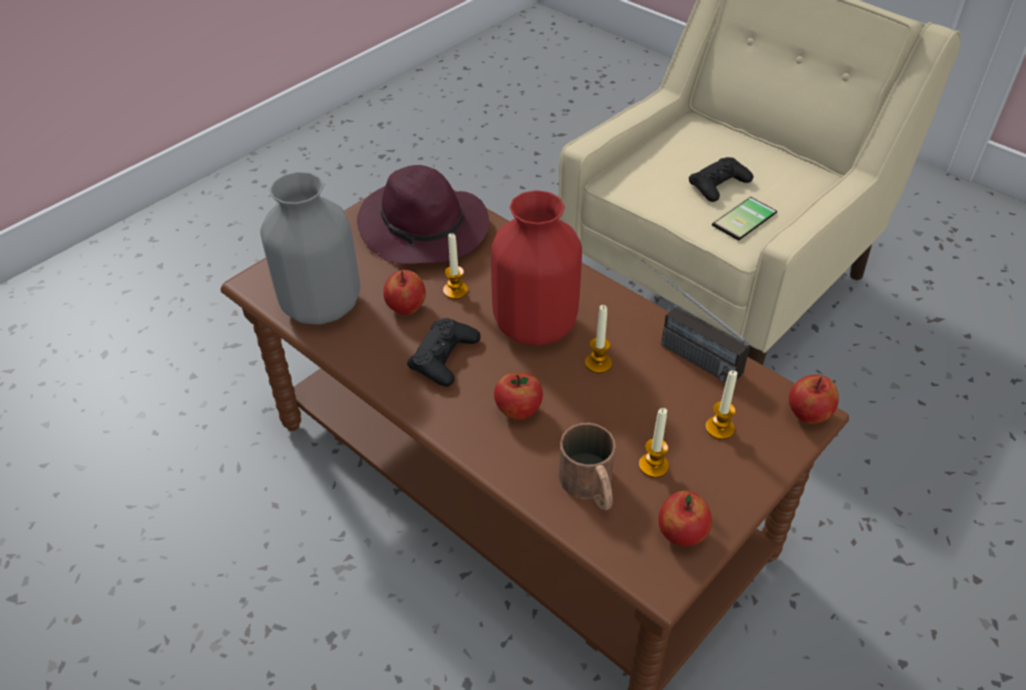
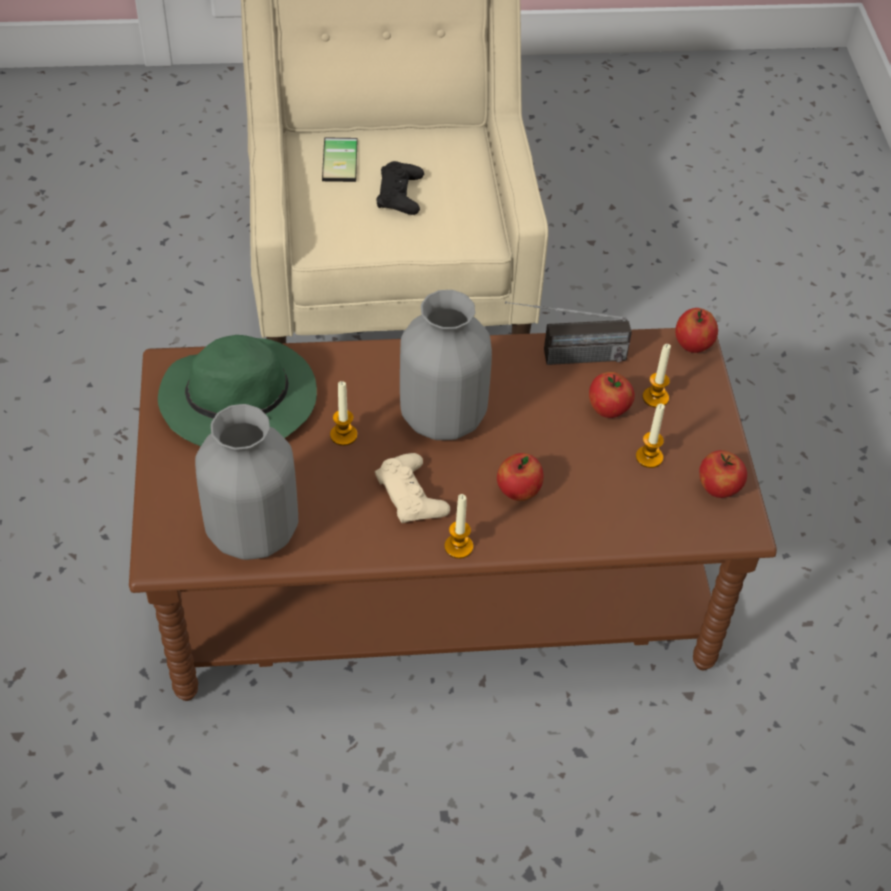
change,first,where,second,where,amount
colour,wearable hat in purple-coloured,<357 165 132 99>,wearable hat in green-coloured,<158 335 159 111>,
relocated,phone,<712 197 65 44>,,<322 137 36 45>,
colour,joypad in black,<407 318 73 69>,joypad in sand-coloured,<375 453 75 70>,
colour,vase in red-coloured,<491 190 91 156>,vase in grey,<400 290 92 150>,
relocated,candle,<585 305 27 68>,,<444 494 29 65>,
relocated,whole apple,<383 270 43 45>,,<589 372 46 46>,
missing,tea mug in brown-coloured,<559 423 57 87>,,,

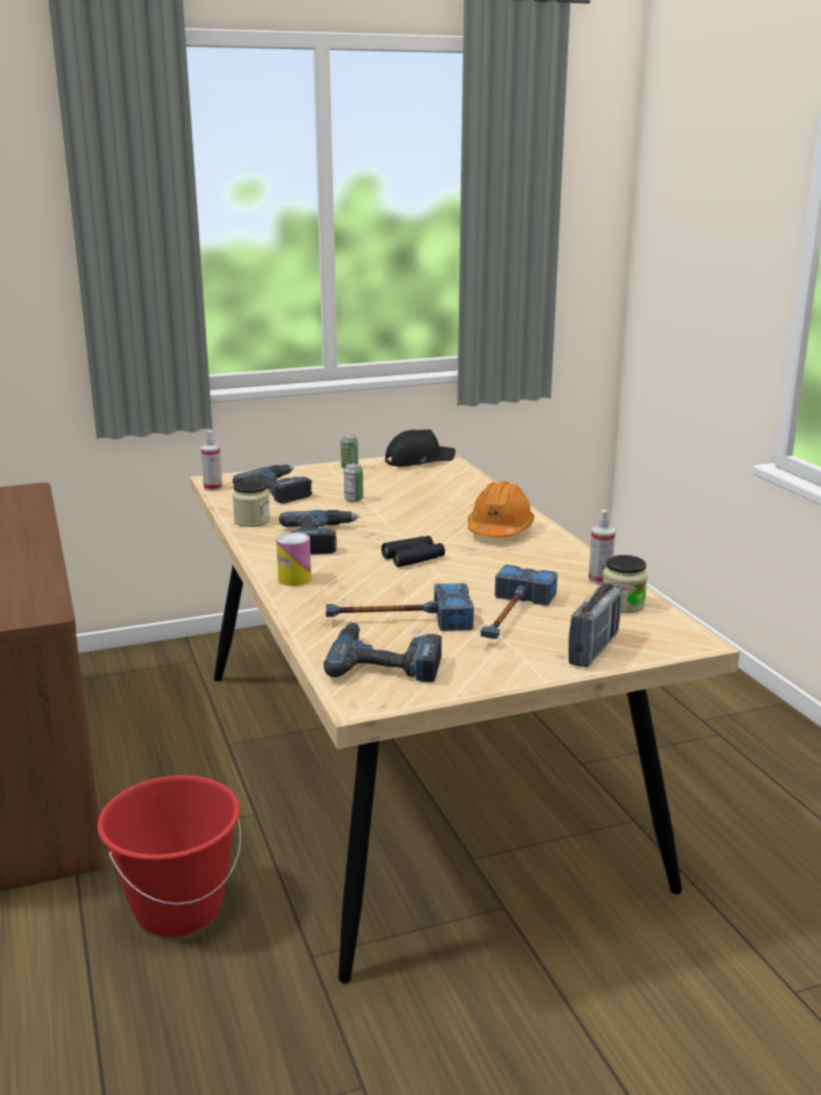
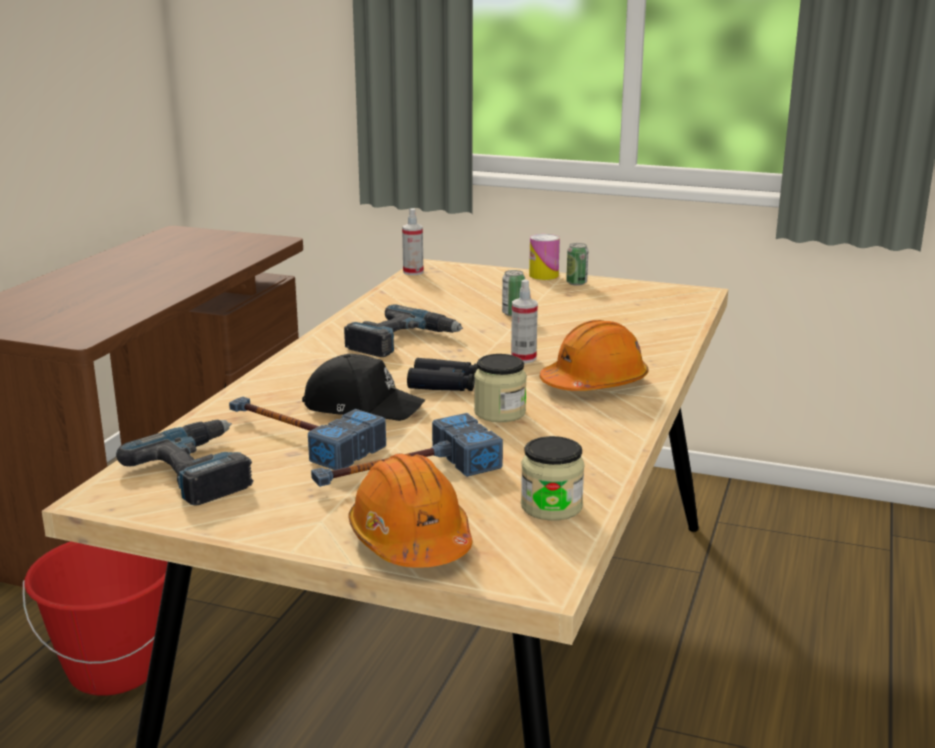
change,first,where,second,where,amount
relocated,cap in black,<385 429 71 37>,,<302 354 123 67>,
exchanged,radio set,<568 582 54 85>,safety helmet in orange-coloured,<348 453 125 115>,
relocated,storage jar,<232 480 38 47>,,<474 354 53 68>,
relocated,hand sprayer,<589 510 27 74>,,<511 279 27 84>,
relocated,sealed can,<276 532 35 54>,,<529 234 31 46>,
missing,power drill,<232 464 81 40>,,,

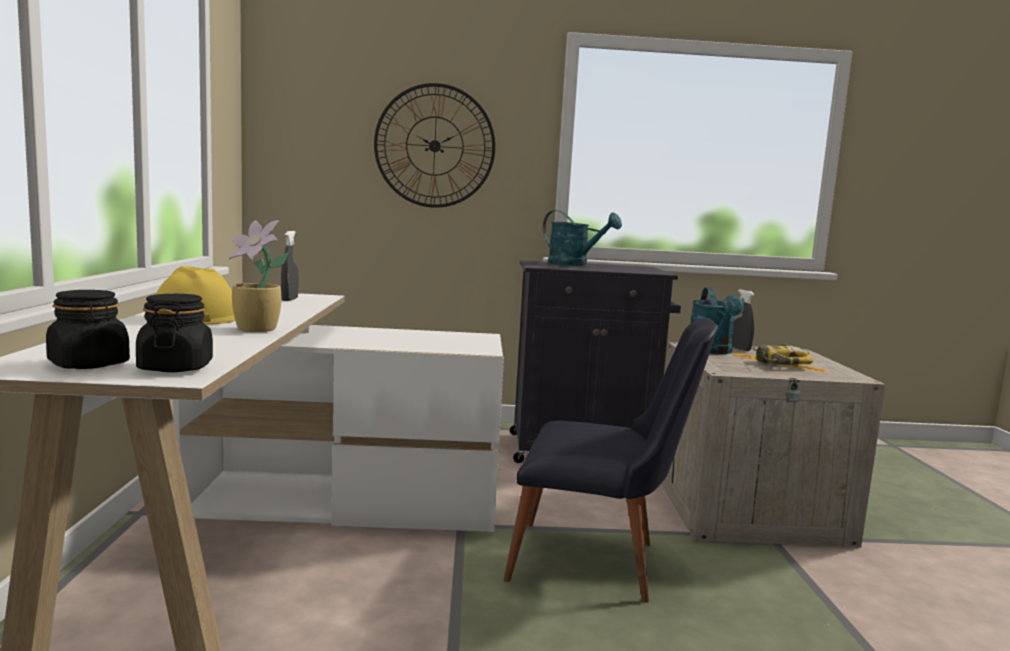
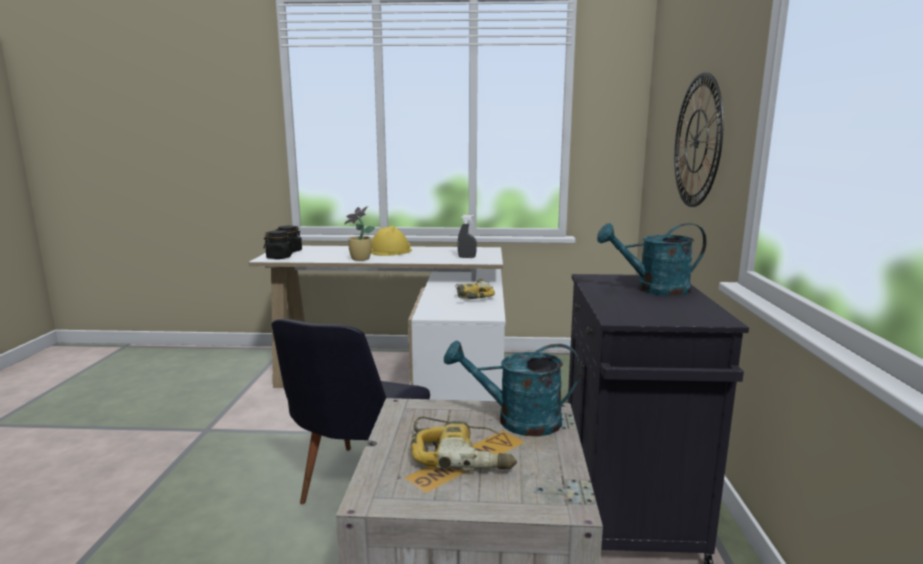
change,first,where,second,where,amount
appeared,,,power drill,<455 279 40 20>,
spun,watering pot in turquoise,<543 210 79 56>,,<597 223 110 73>,45 degrees clockwise
missing,hand sprayer in grey,<732 289 23 62>,,,

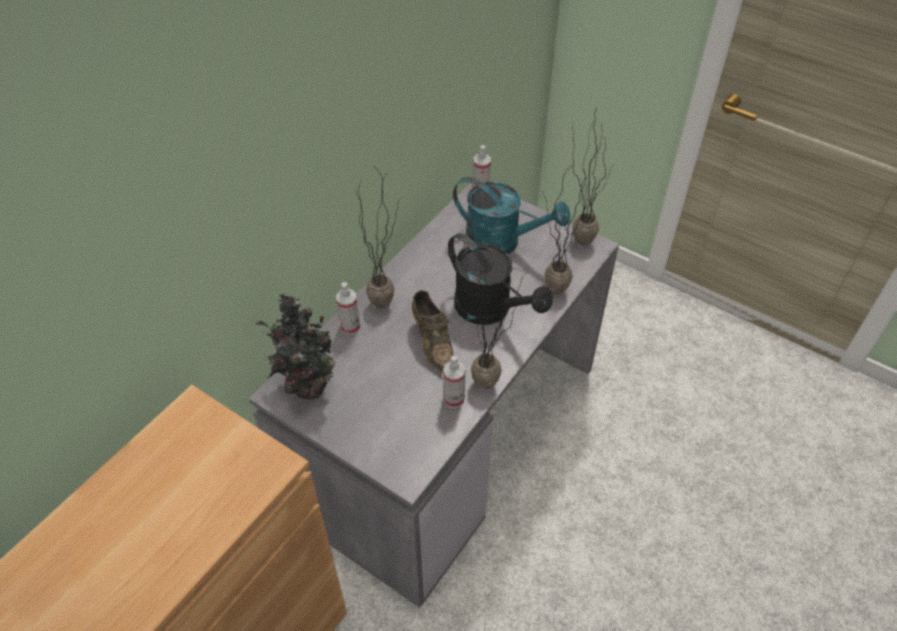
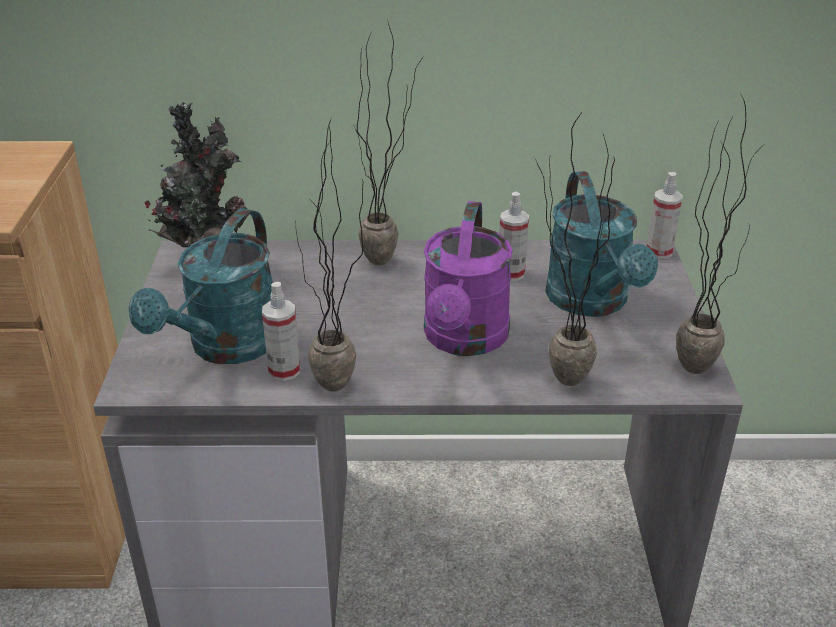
change,first,where,second,where,amount
appeared,,,watering pot in turquoise,<129 208 144 156>,
colour,watering pot in black,<448 233 105 92>,watering pot in purple-coloured,<424 201 89 155>,
relocated,hand sprayer,<336 282 24 53>,,<499 192 30 89>,
missing,low shoe in brown-coloured,<412 290 42 83>,,,

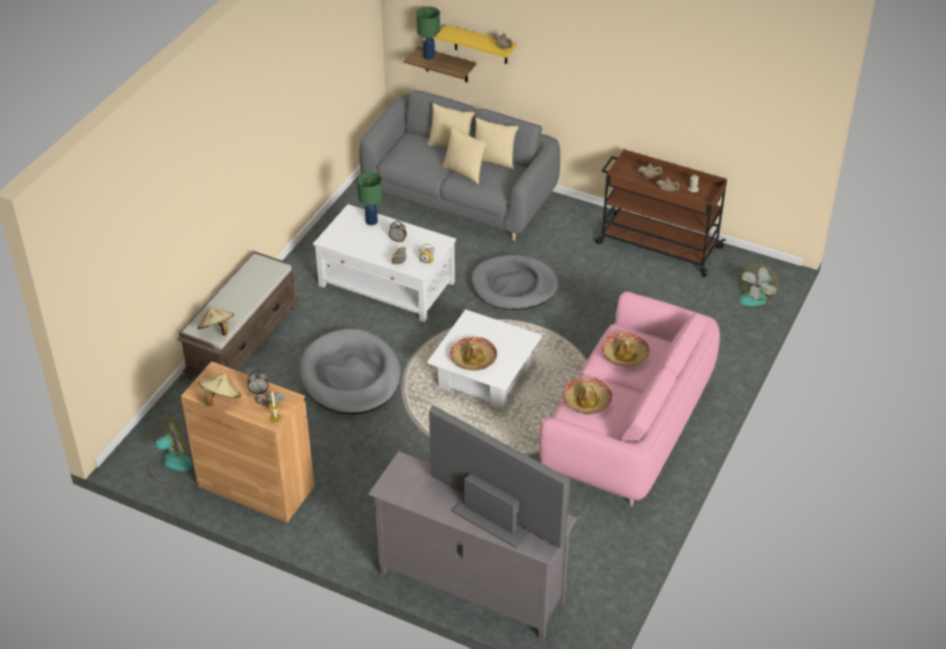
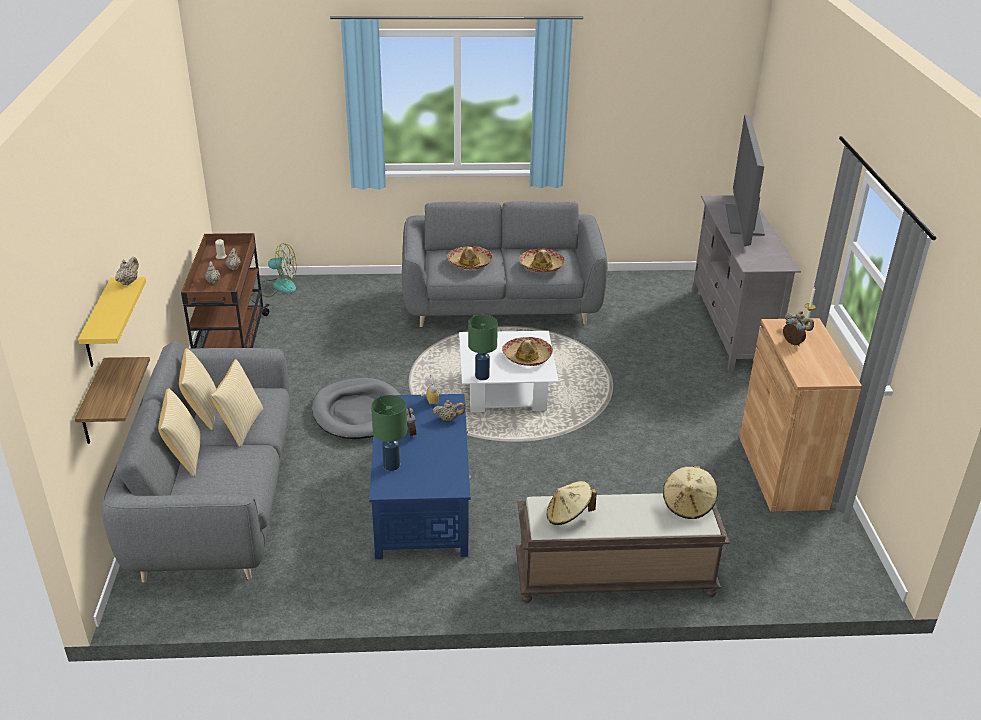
change,first,where,second,where,amount
colour,low table in white-coloured,<313 204 143 118>,low table in blue-coloured,<369 394 102 165>,
colour,couch in pinkish,<539 292 181 214>,couch in grey,<402 201 205 126>,
relocated,table lamp in green-coloured,<416 6 24 54>,,<468 315 30 65>,
relocated,wearable hat in sand-coloured,<199 373 42 33>,,<547 481 50 44>,
missing,fan,<147 418 46 67>,,,
missing,dog bed in grey,<299 329 102 86>,,,

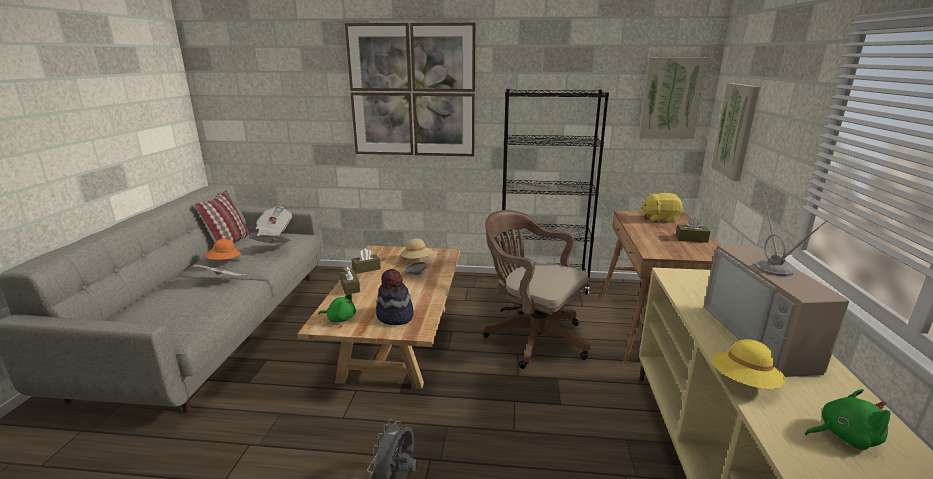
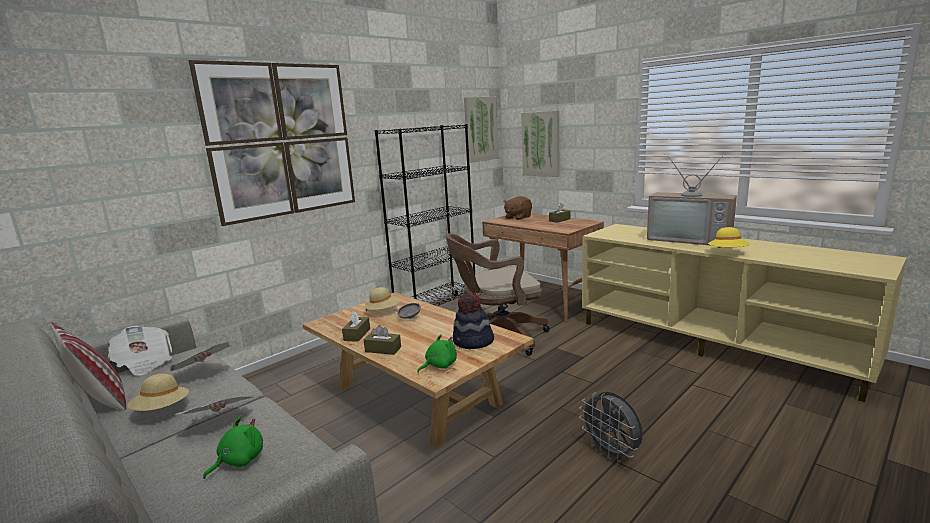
change,first,where,second,where,amount
colour,wearable hat in orange-coloured,<205 239 37 21>,wearable hat in sand-coloured,<127 374 62 37>,
relocated,cuddly toy in green-coloured,<805 389 86 61>,,<203 417 60 62>,
colour,cuddly toy in yellow-coloured,<640 193 43 30>,cuddly toy in brown-coloured,<503 196 29 24>,

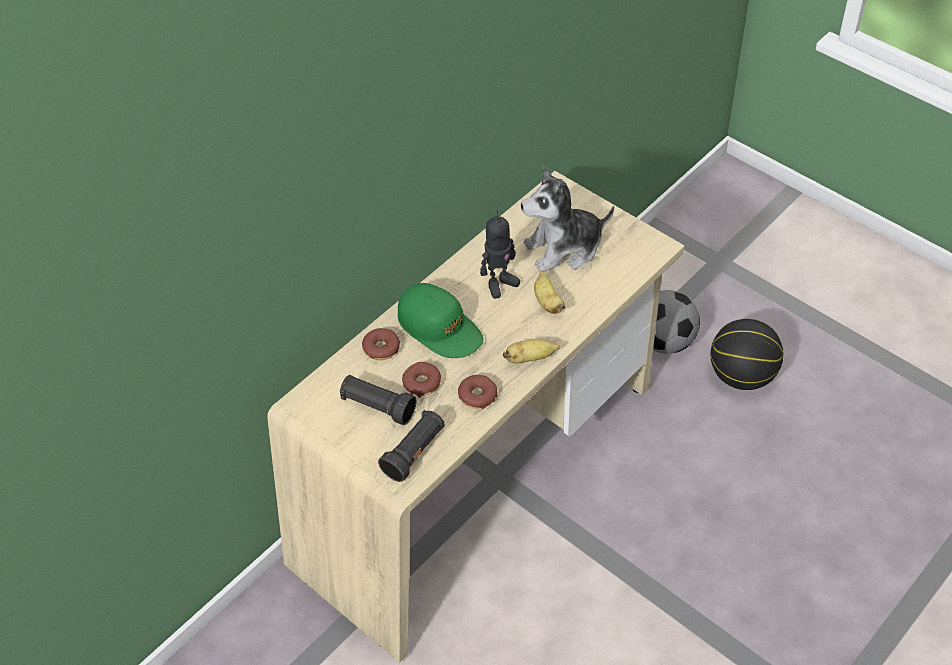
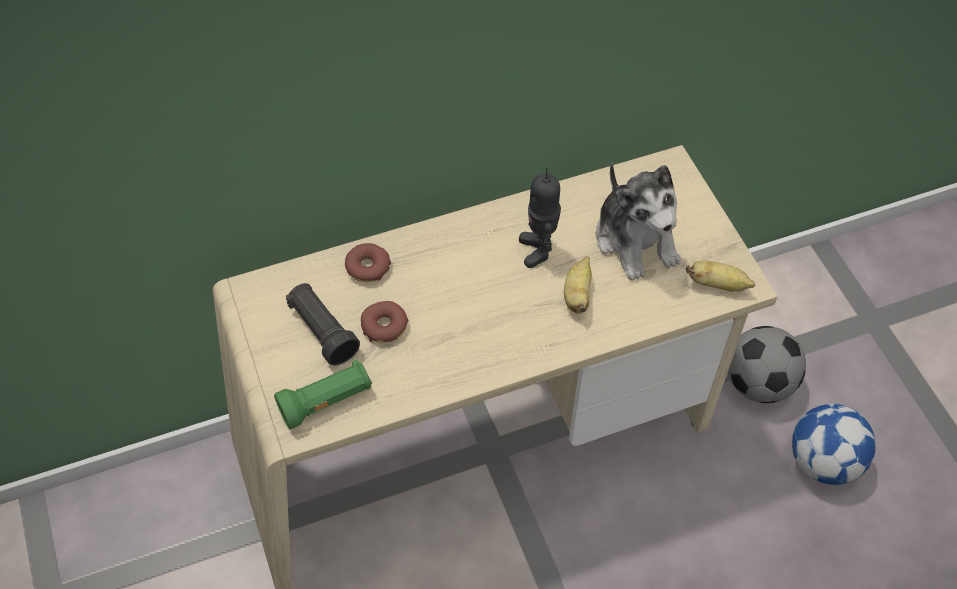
change,first,where,second,where,amount
colour,torch in black,<378 410 67 72>,torch in green-coloured,<274 360 98 69>,
spun,robot figure,<480 210 40 89>,,<519 167 42 101>,90 degrees clockwise
spun,cuddly toy,<521 167 93 105>,,<596 163 85 118>,120 degrees counterclockwise
relocated,banana,<503 339 57 25>,,<686 260 69 32>,
exchanged,basketball,<710 319 74 71>,football,<792 404 84 81>,
missing,cap in green-coloured,<398 283 85 75>,,,
missing,donut,<458 375 40 34>,,,

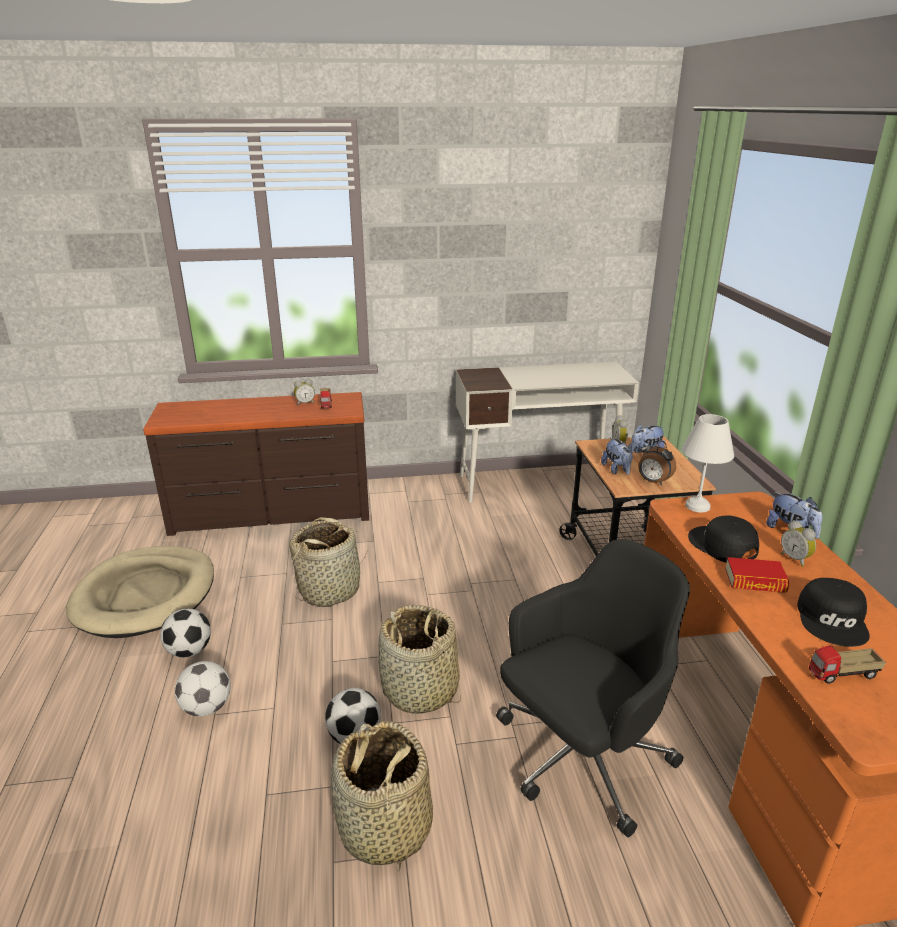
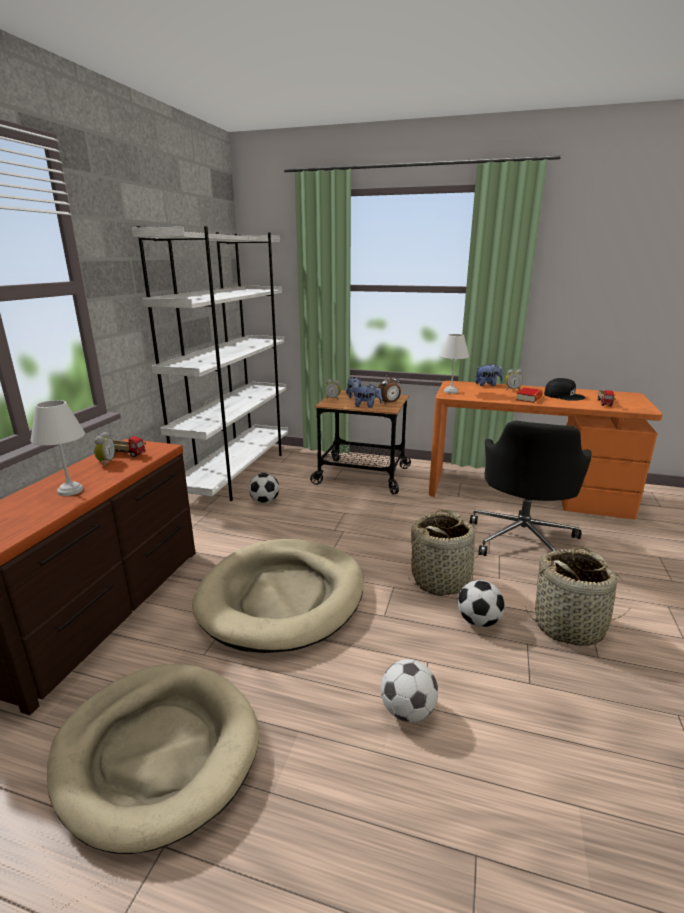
change,first,where,second,where,amount
appeared,,,table lamp in white-coloured,<30 400 55 96>,
exchanged,desk unit in white-coloured,<456 362 183 141>,bookshelf in white-coloured,<131 226 157 275>,
exchanged,household basket,<289 517 79 90>,dog bed in sand-coloured,<192 539 171 114>,
relocated,football,<160 609 51 48>,,<249 473 30 30>,
spun,office chair in black,<496 539 194 298>,,<470 421 122 135>,150 degrees counterclockwise
missing,cap in black,<688 515 71 48>,,,

